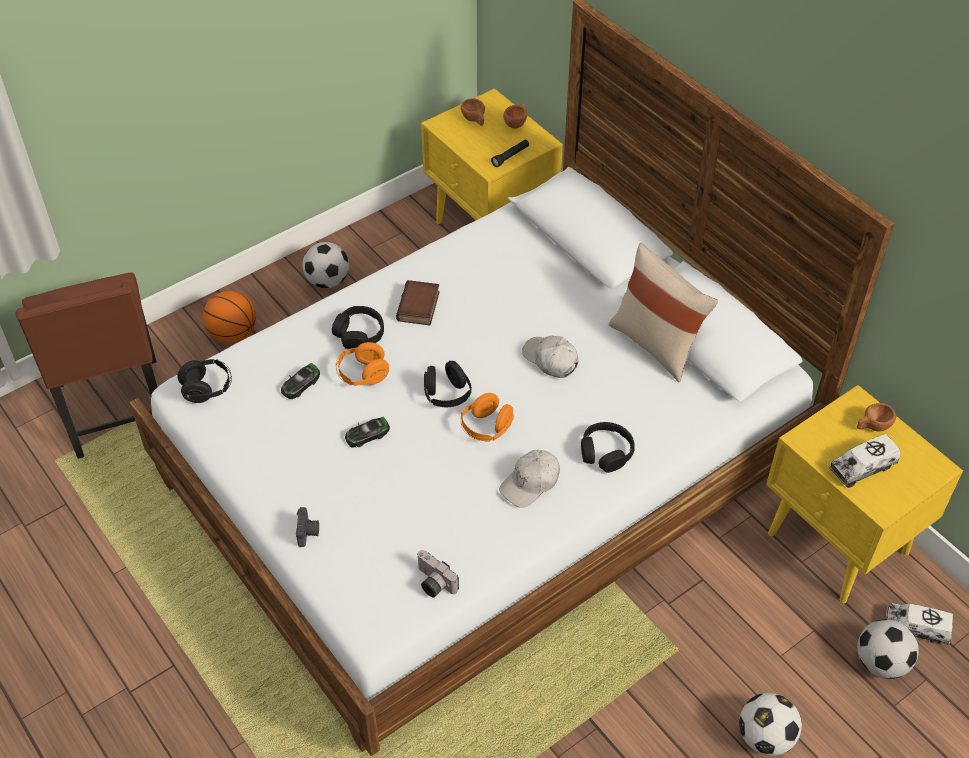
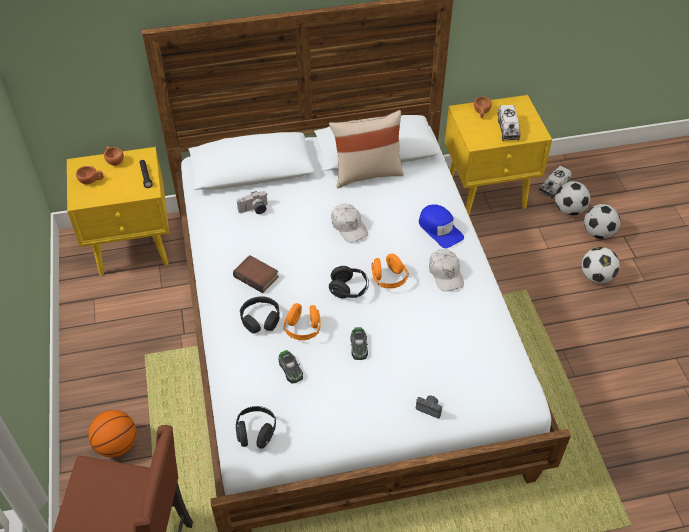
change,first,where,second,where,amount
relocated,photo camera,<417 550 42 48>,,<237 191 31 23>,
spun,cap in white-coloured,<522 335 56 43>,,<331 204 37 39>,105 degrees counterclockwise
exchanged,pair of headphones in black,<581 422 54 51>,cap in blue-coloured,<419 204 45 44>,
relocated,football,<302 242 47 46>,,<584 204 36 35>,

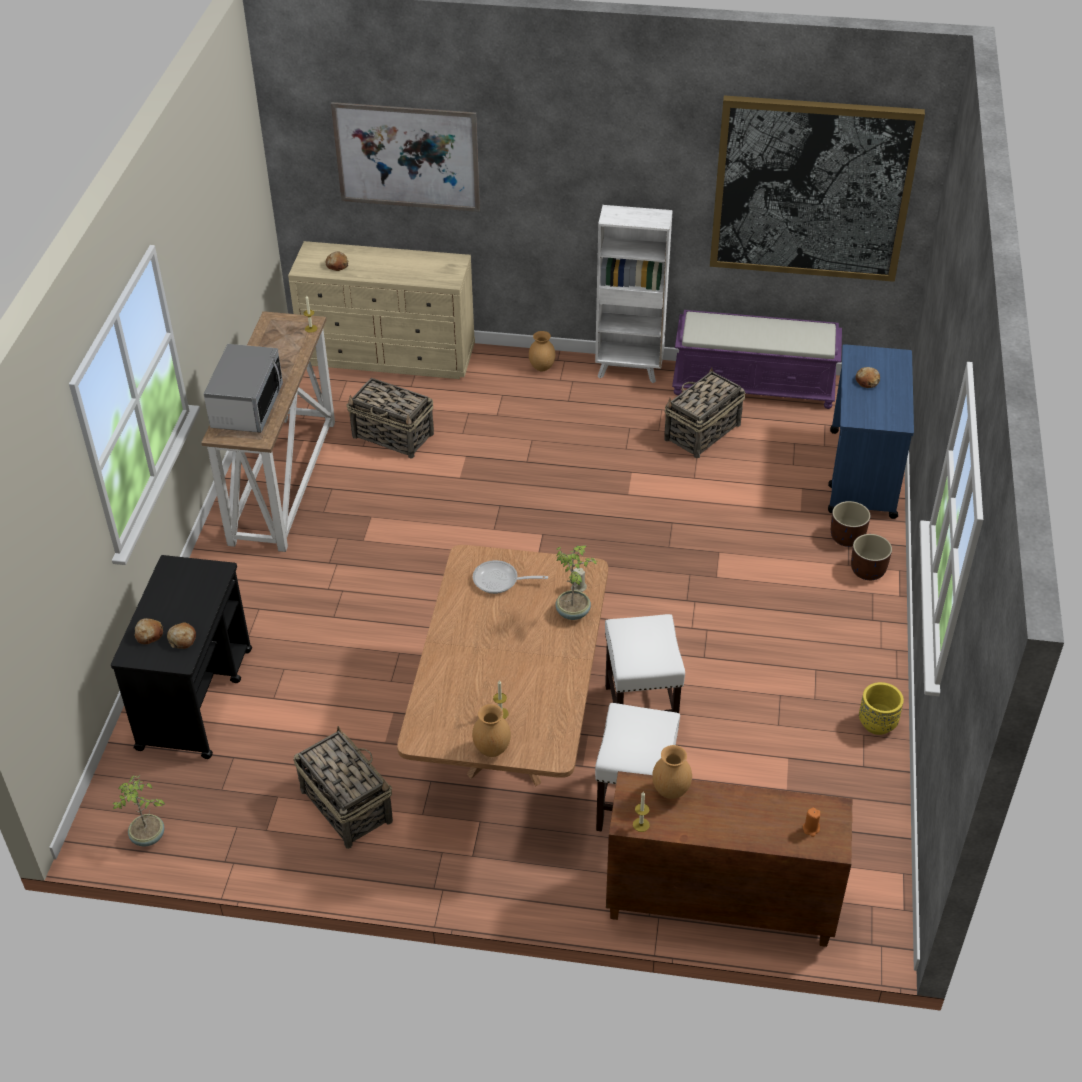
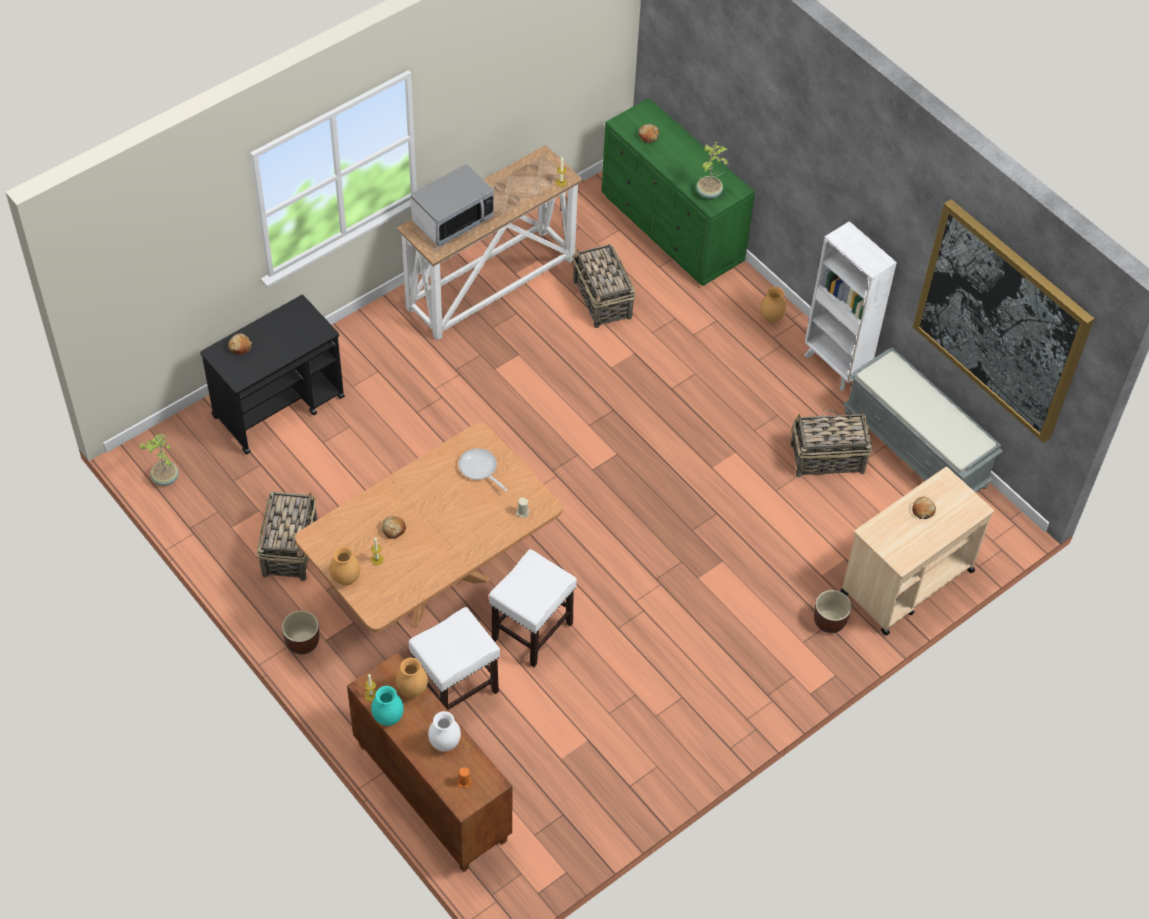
change,first,where,second,where,amount
relocated,planter in brown-coloured,<851 534 41 46>,,<282 611 37 43>,
appeared,,,vase in turquoise,<371 686 33 40>,
relocated,bread,<167 623 29 26>,,<382 516 24 23>,
appeared,,,vase in white-coloured,<428 711 33 41>,
colour,dresser in sand-coloured,<288 241 187 138>,dresser in green-coloured,<601 98 154 188>,
relocated,potted plant,<556 545 42 75>,,<697 142 31 57>,
colour,trolley in blue-coloured,<828 344 86 175>,trolley in sand-coloured,<841 467 153 169>,
colour,long seat in purple-coloured,<672 310 170 99>,long seat in grey,<843 348 160 145>,
missing,wall picture,<331 102 149 110>,,,
missing,planter in yellow-coloured,<859 682 45 53>,,,

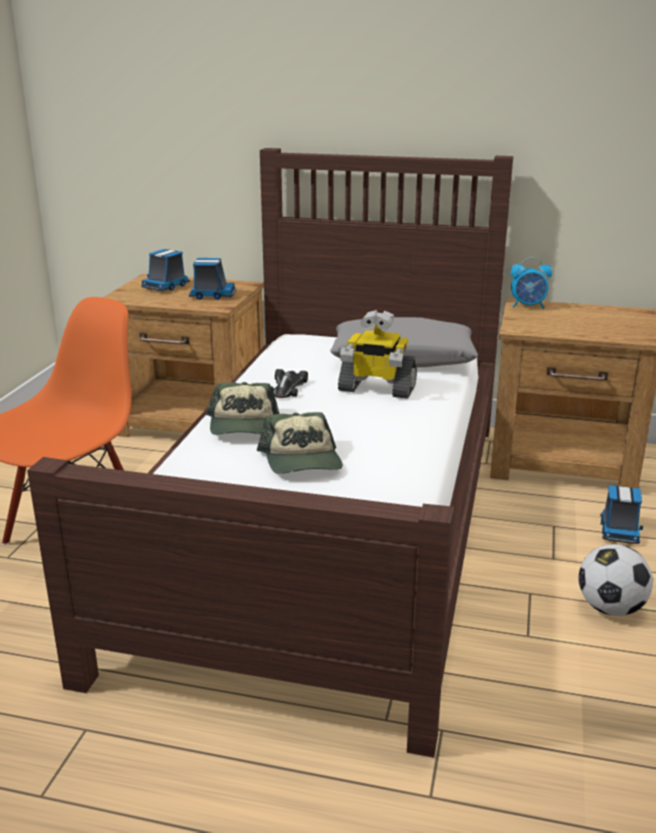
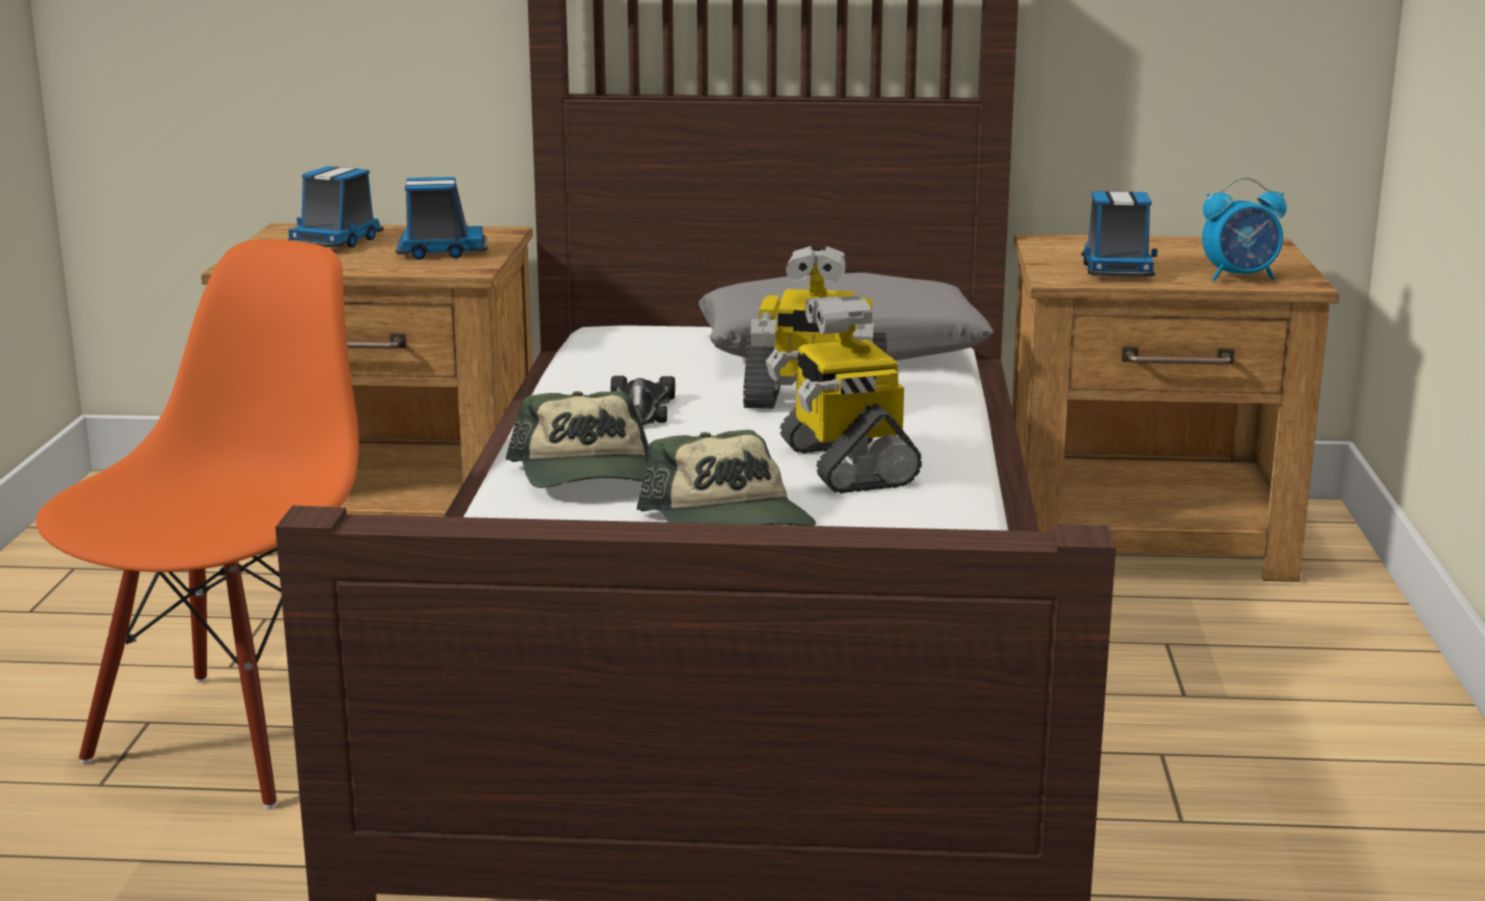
change,first,where,second,where,amount
appeared,,,robot figure,<766 295 156 199>,
relocated,model truck,<600 485 43 59>,,<1081 191 77 86>,
relocated,bedside clock,<510 257 42 52>,,<1202 177 85 104>,
missing,football,<578 544 75 72>,,,

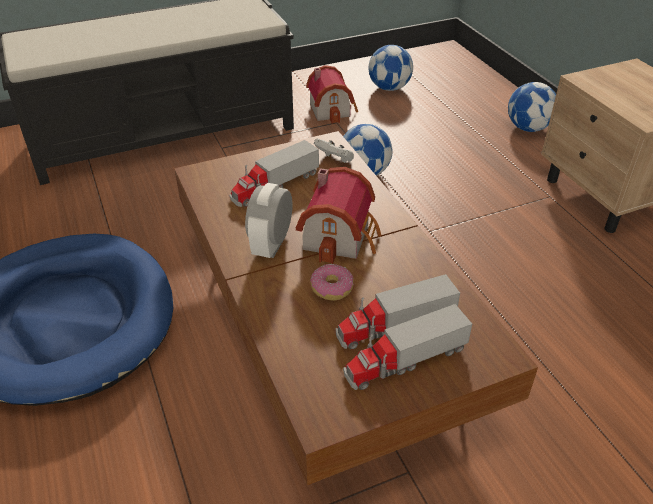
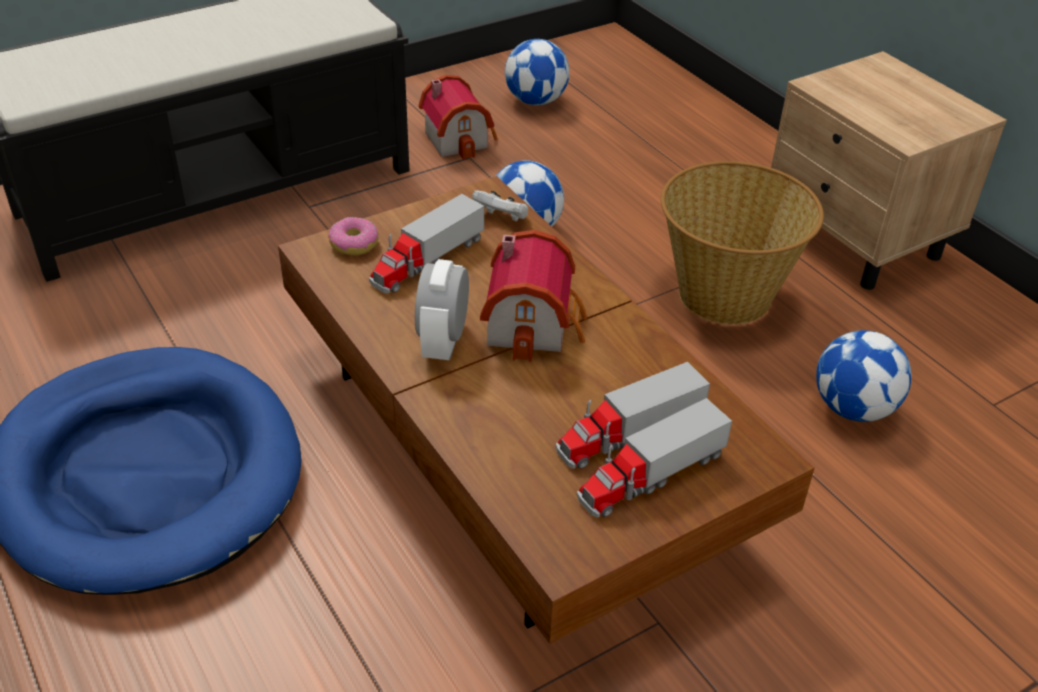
change,first,where,second,where,amount
relocated,donut,<310 264 44 37>,,<328 217 50 39>,
appeared,,,household basket,<661 161 163 164>,
relocated,football,<508 82 48 50>,,<816 330 95 92>,

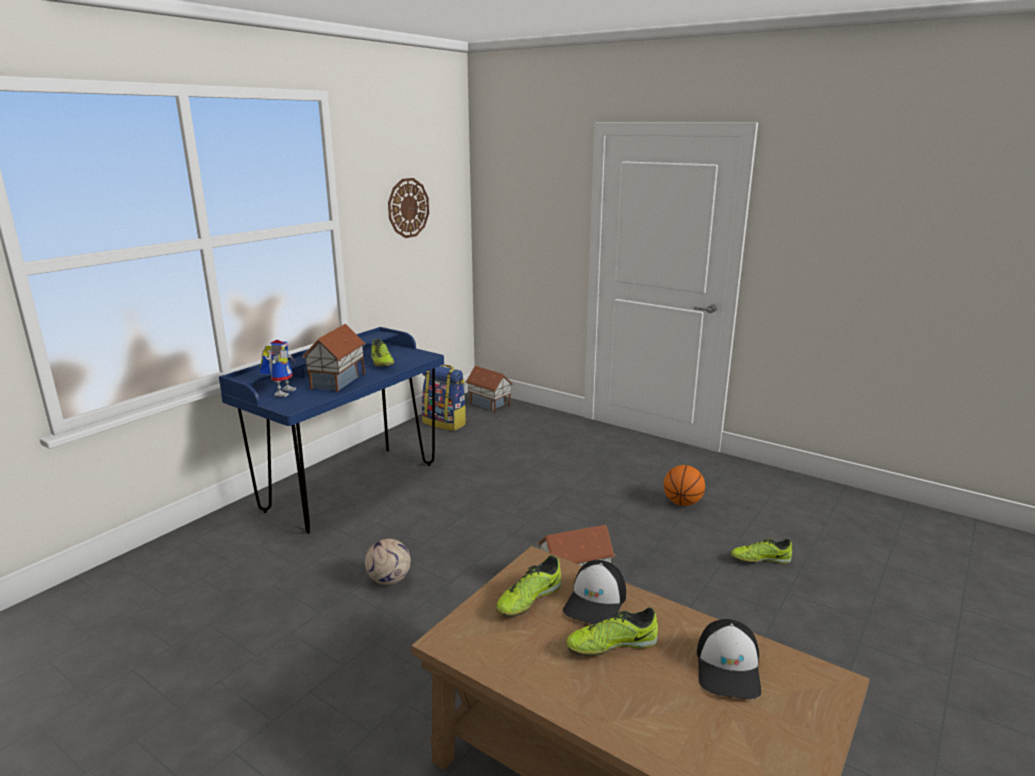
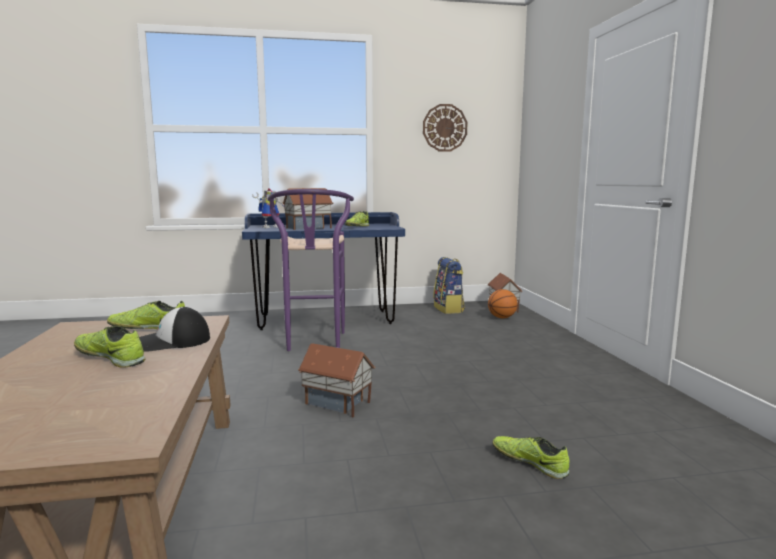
change,first,where,second,where,amount
appeared,,,stool in purple-coloured,<268 189 86 162>,
relocated,basketball,<664 465 41 41>,,<488 289 30 29>,
missing,football,<365 539 46 46>,,,
missing,cap,<697 619 64 80>,,,

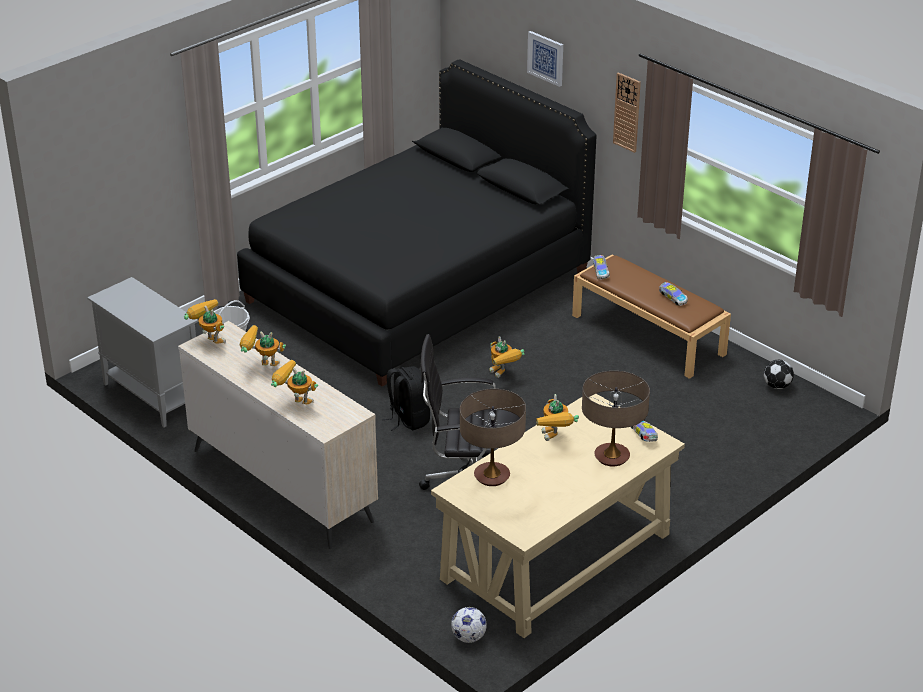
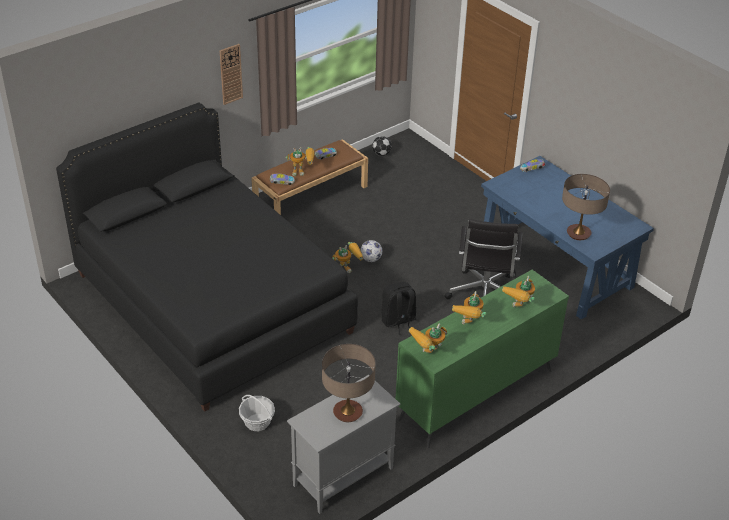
change,first,where,second,where,amount
relocated,robot figure,<536 394 43 47>,,<286 147 29 29>,
relocated,table lamp,<582 371 68 95>,,<322 344 54 78>,
relocated,football,<451 607 36 36>,,<360 240 22 22>,
colour,dresser in sand-coloured,<178 321 200 228>,dresser in green-coloured,<396 270 173 178>,
colour,desk unit in sand-coloured,<431 394 254 244>,desk unit in blue-coloured,<481 156 173 163>,
missing,wall picture,<527 31 36 56>,,,

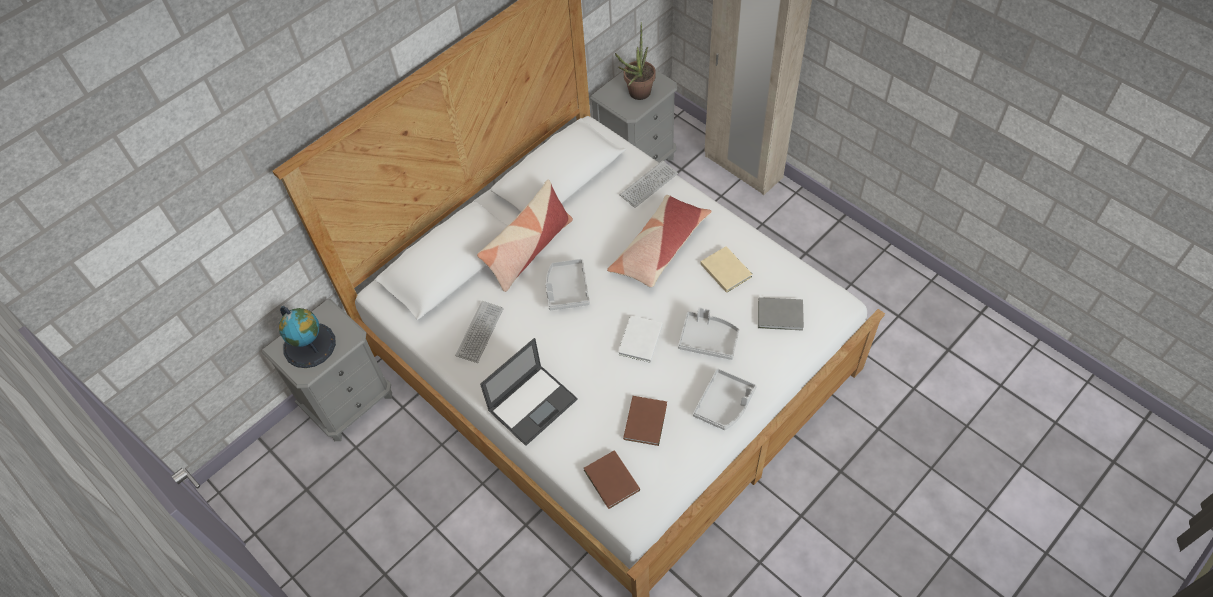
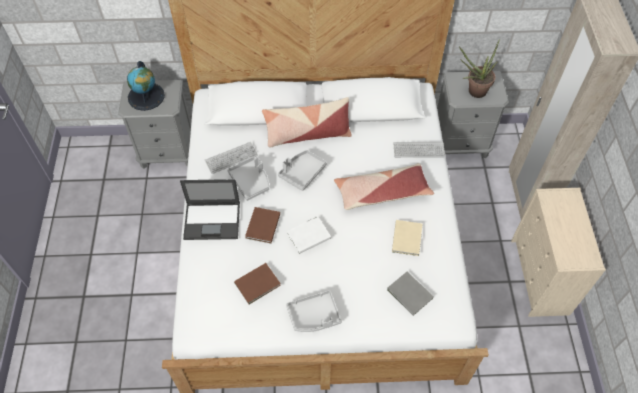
change,first,where,second,where,amount
relocated,serving tray in grey,<678 307 61 53>,,<227 156 42 45>,
relocated,volume in brown-coloured,<584 450 56 59>,,<245 207 35 36>,
appeared,,,dresser in sand-coloured,<511 188 95 129>,

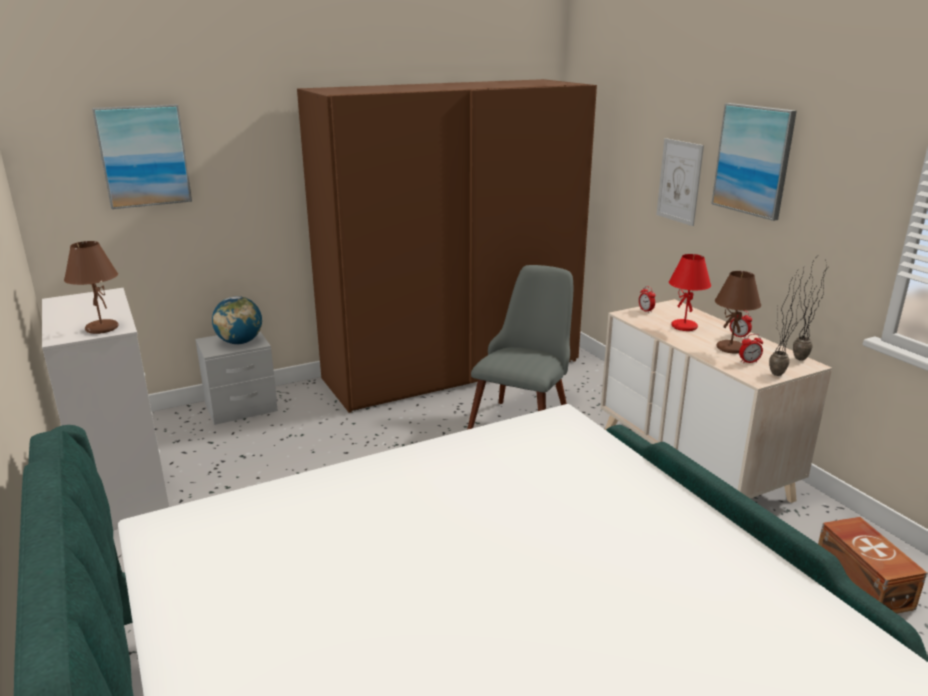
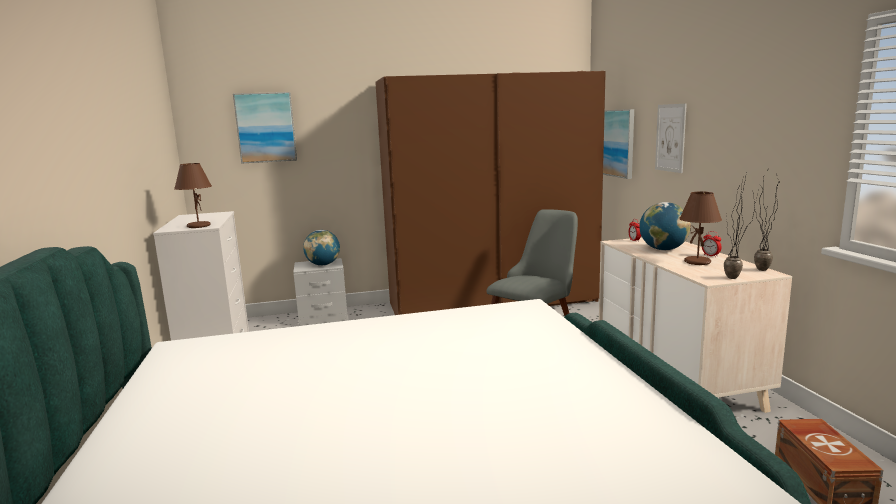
change,first,where,second,where,amount
relocated,wall picture,<712 103 85 118>,,<603 109 31 70>,
exchanged,table lamp in red-coloured,<669 254 42 77>,globe,<639 202 52 48>,
missing,bedside clock,<739 334 24 29>,,,

